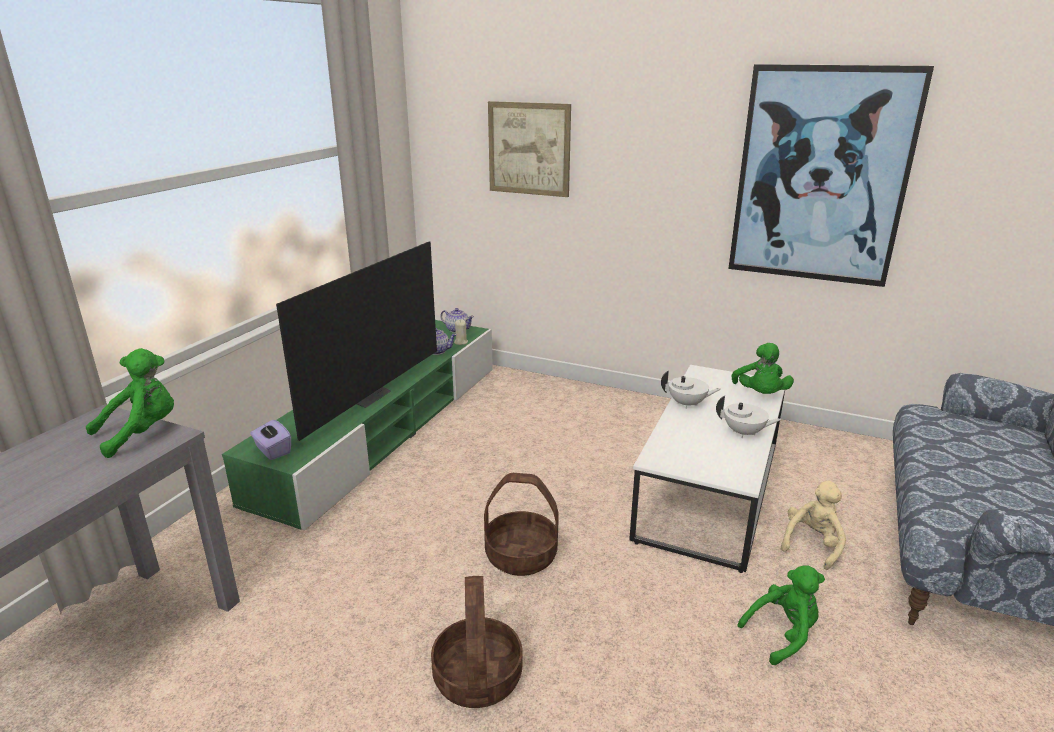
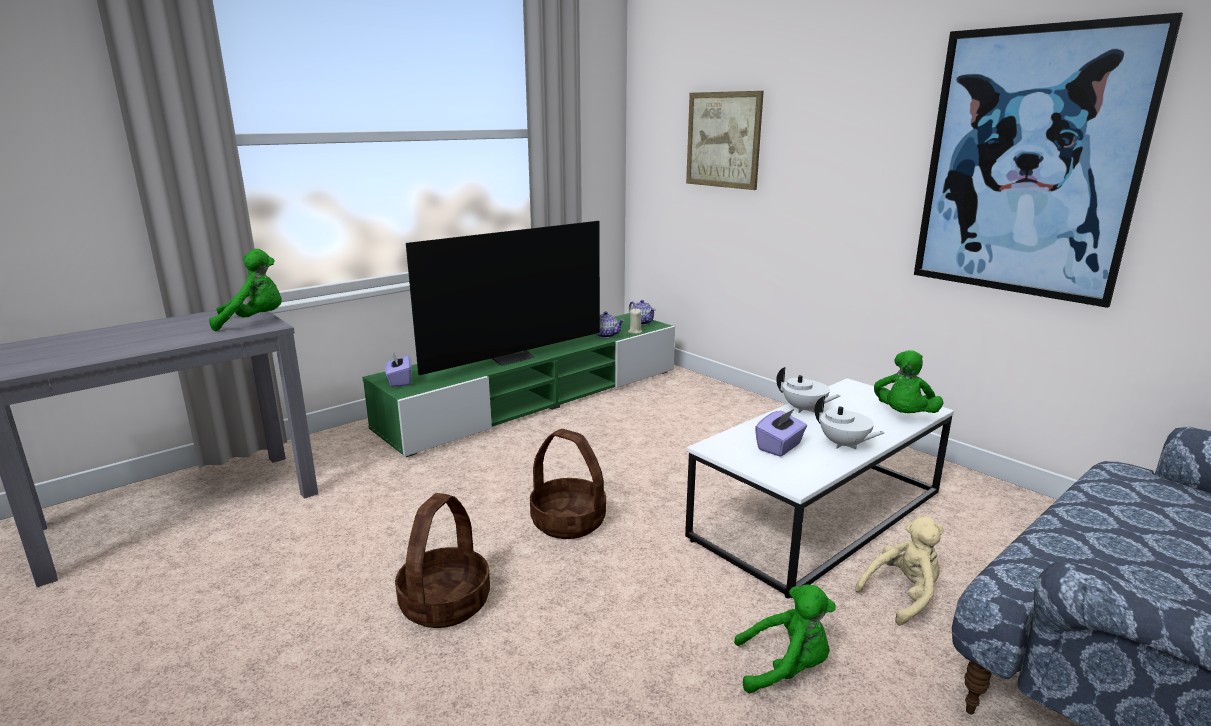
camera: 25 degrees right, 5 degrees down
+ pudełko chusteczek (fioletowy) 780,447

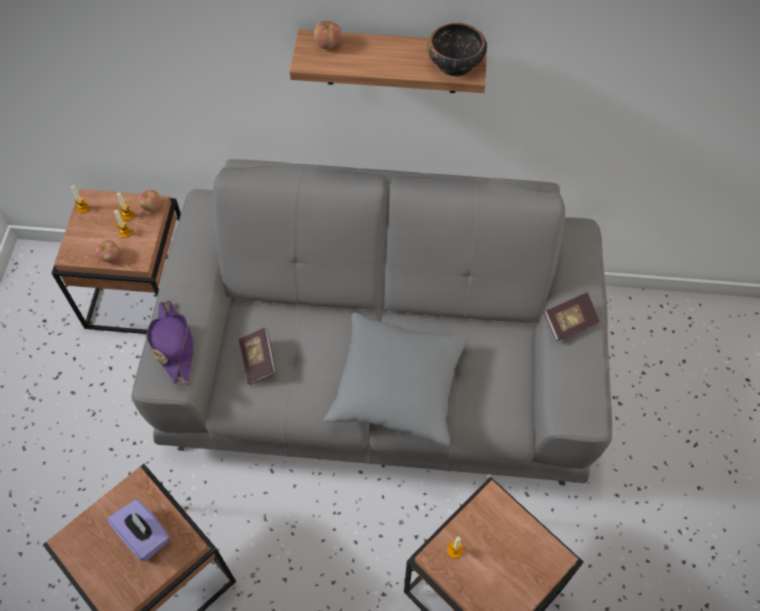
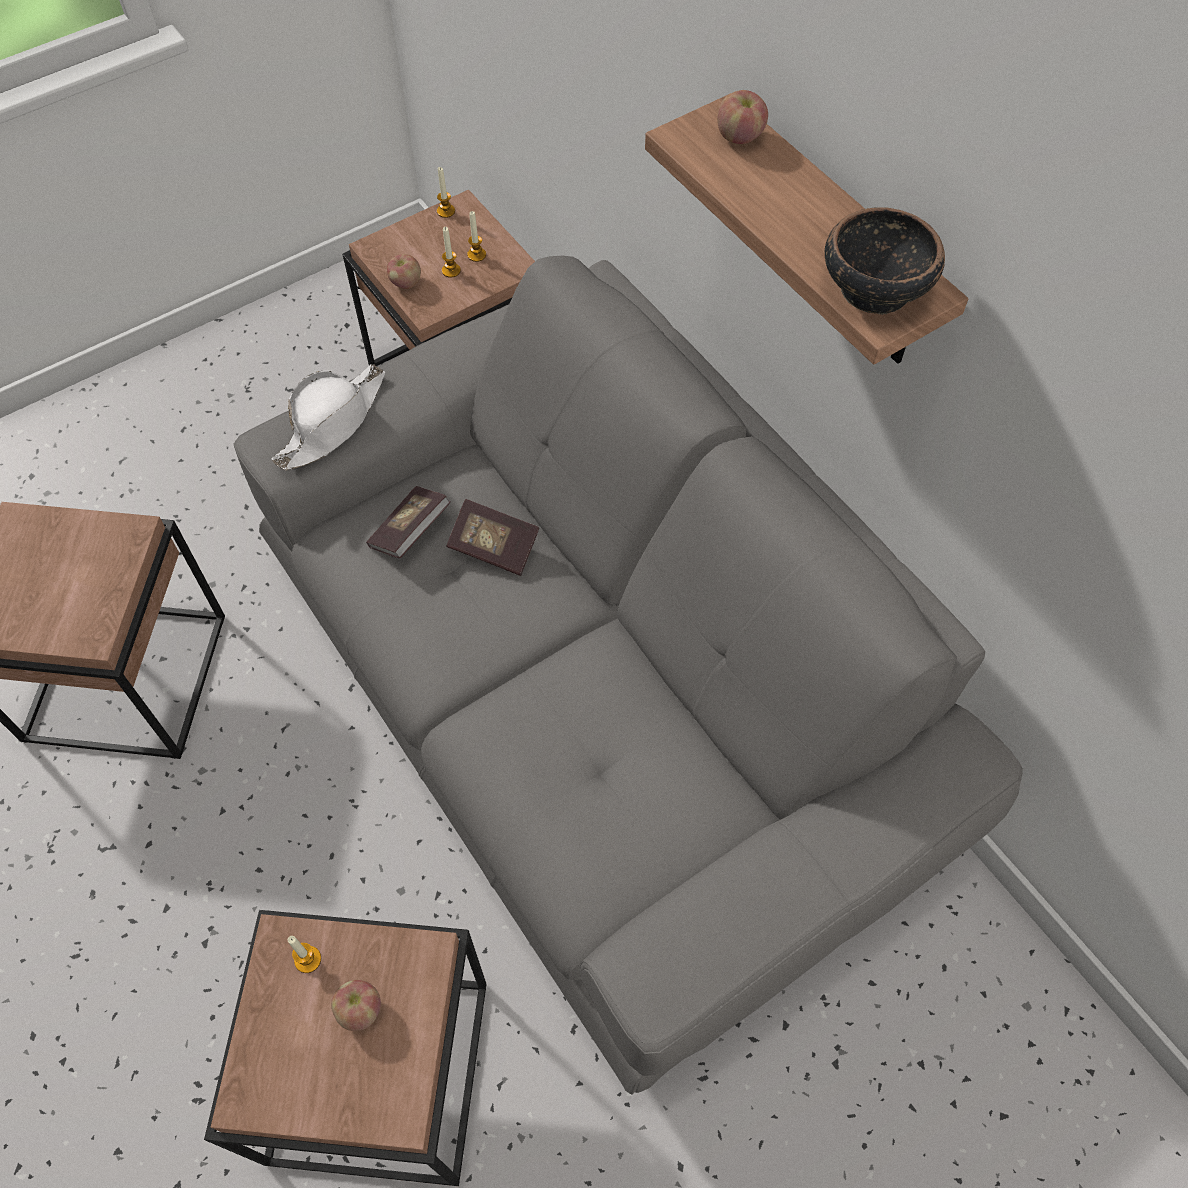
camera: 50 degrees right, 0 degrees up
~ kapelusz (fioletowy) 173,345 to kapelusz (biały) 332,423
~ jabłko 152,206 to 359,1010
~ książka 569,322 to 494,547
- pudełko chusteczek (fioletowy) 144,535
- poduszka (szary) 398,387

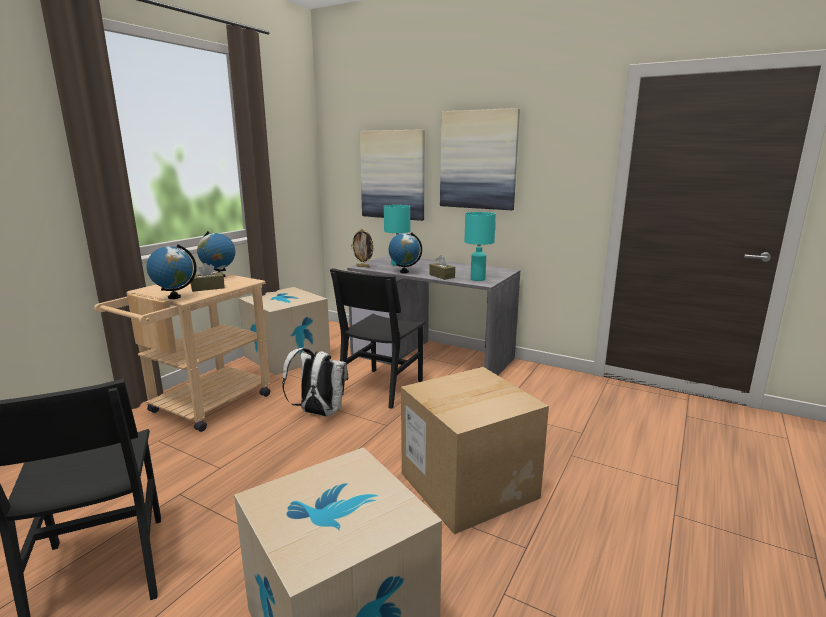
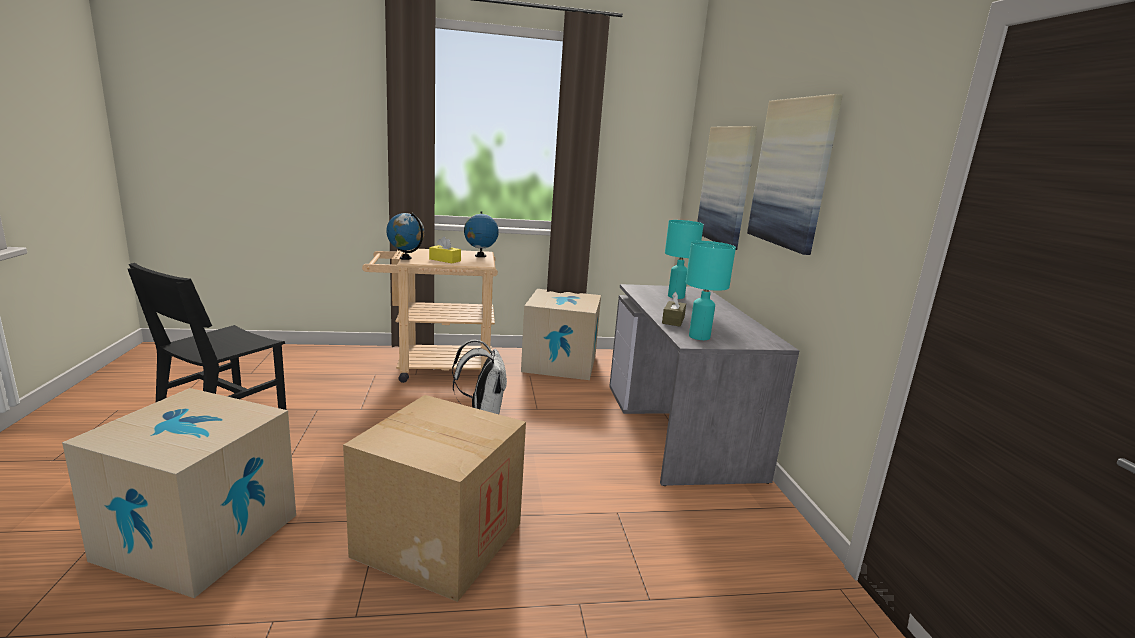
camera: 50 degrees right, 0 degrees up
~ pudełko chusteczek (brązowy) 208,288 to pudełko chusteczek (żółty) 445,260
- krzesło (czarny) 381,387
- ramka na zdjęcie 363,266
- globus 404,272

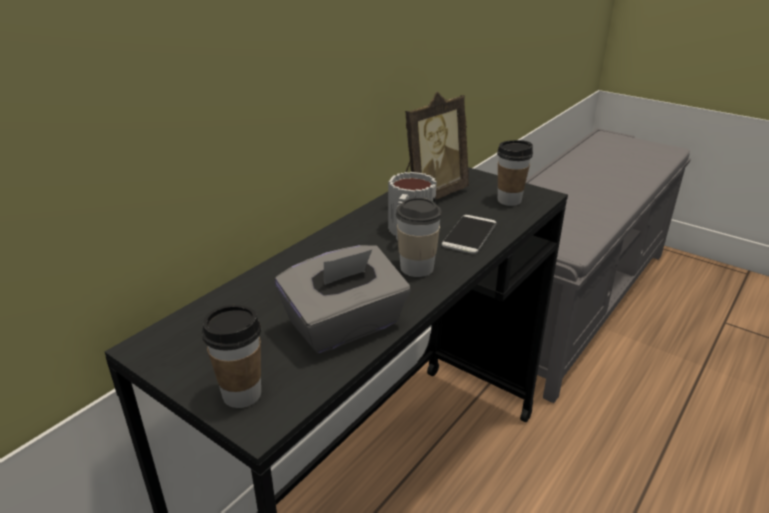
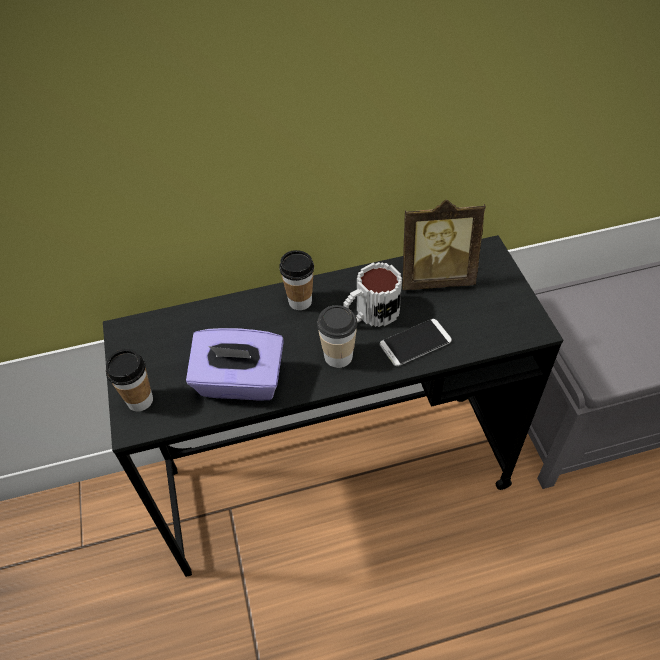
camera: 40 degrees right, 20 degrees up
~ pudełko chusteczek (szary) 345,326 to pudełko chusteczek (fioletowy) 240,383
~ filiżanka 509,200 to 300,301

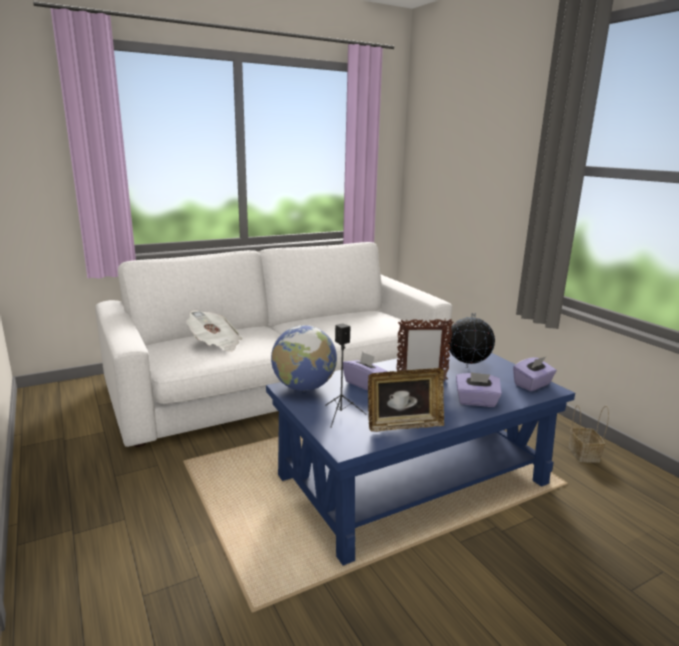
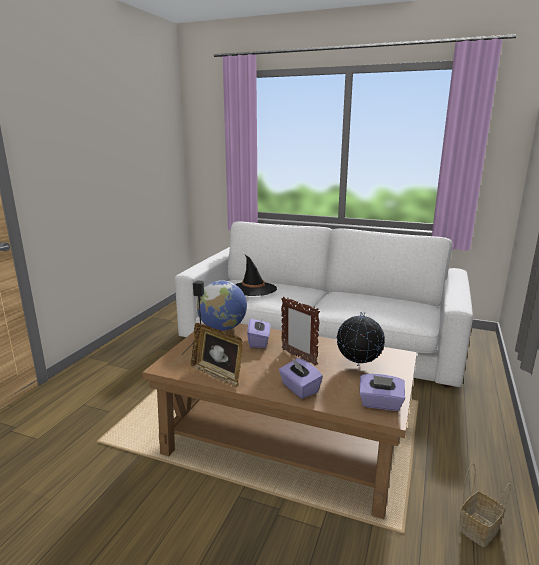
camera: 50 degrees right, 0 degrees up
~ ława (niebieski) 413,479 to ława (brązowy) 285,441
~ gazeta 215,344 to kapelusz (czarny) 253,289

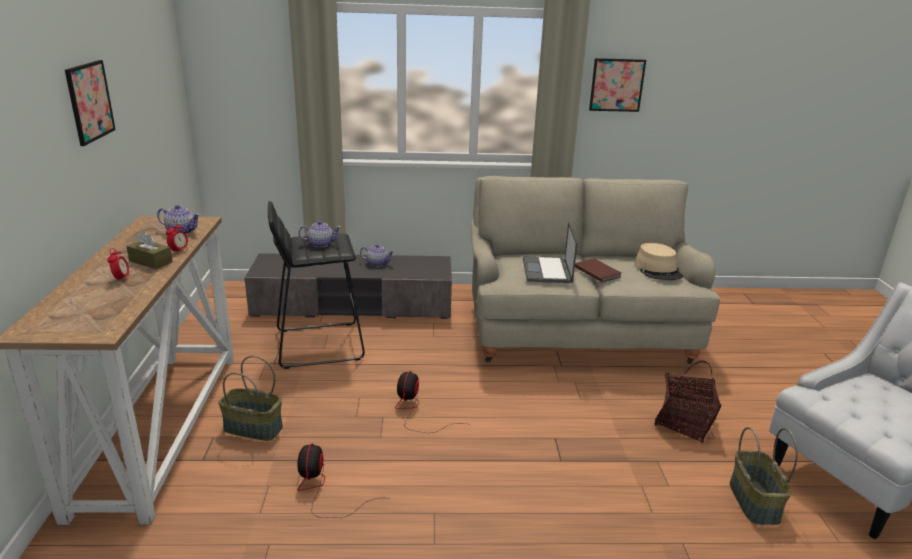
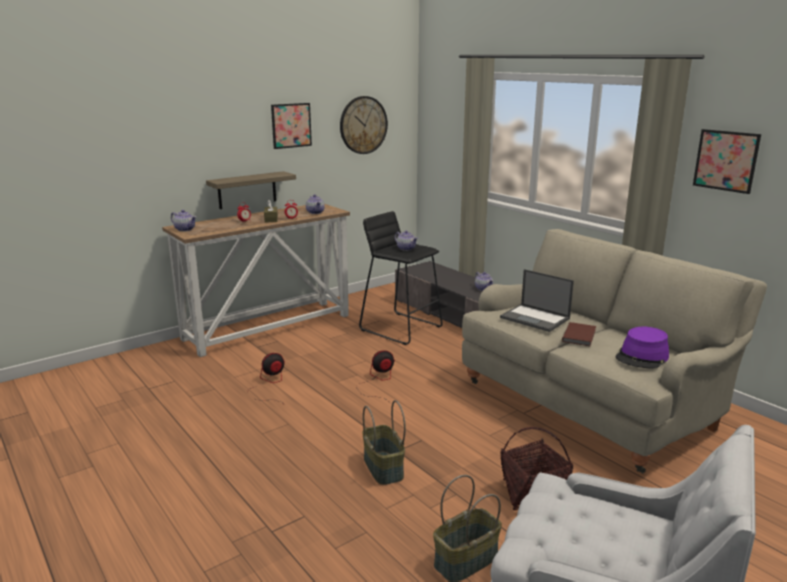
camera: 55 degrees right, 5 degrees down
+ imbryk 185,229
+ półka 247,190
+ zegar ścienny 363,125
~ koszyk 252,428 to 382,468
~ laptop 547,270 = 535,318 105 degrees counterclockwise
~ kapelusz (beżowy) 658,270 to kapelusz (fioletowy) 642,357

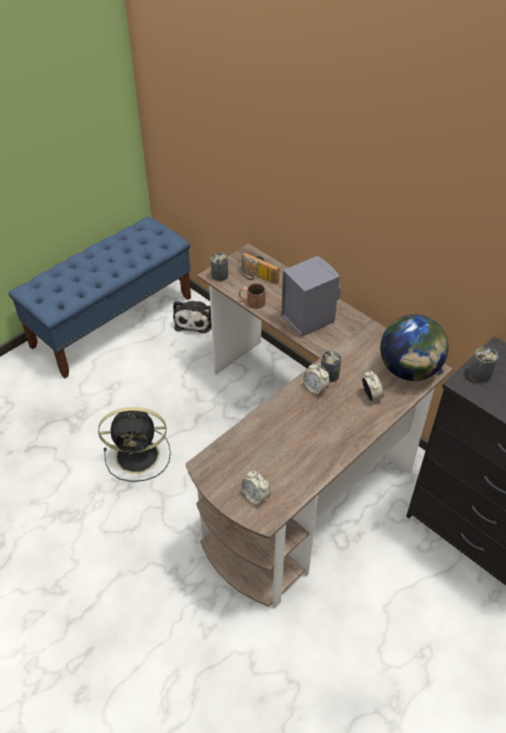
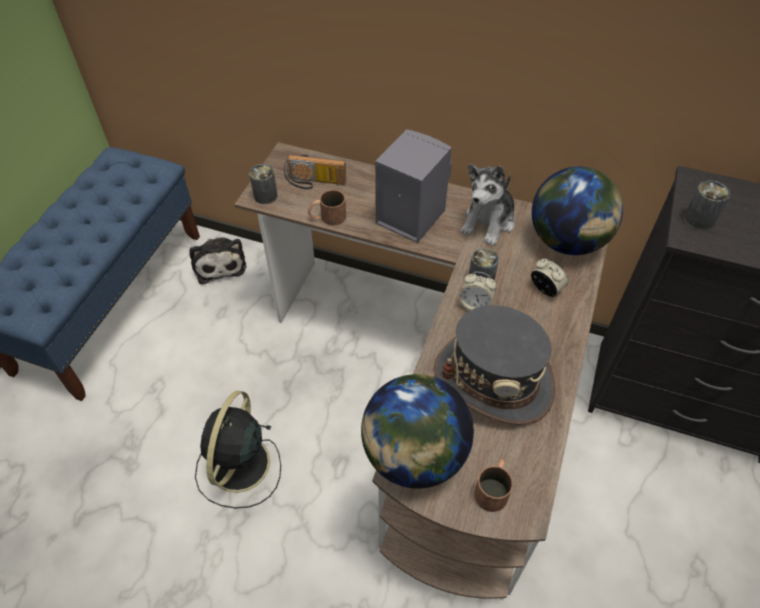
camera: 25 degrees left, 5 degrees up
~ wentylator (czarny) 139,455 = 238,466 135 degrees clockwise
+ globus 414,455
+ kapelusz (szary) 493,380
+ pluszak 488,222
~ budzik 255,496 to kubek (brązowy) 493,487

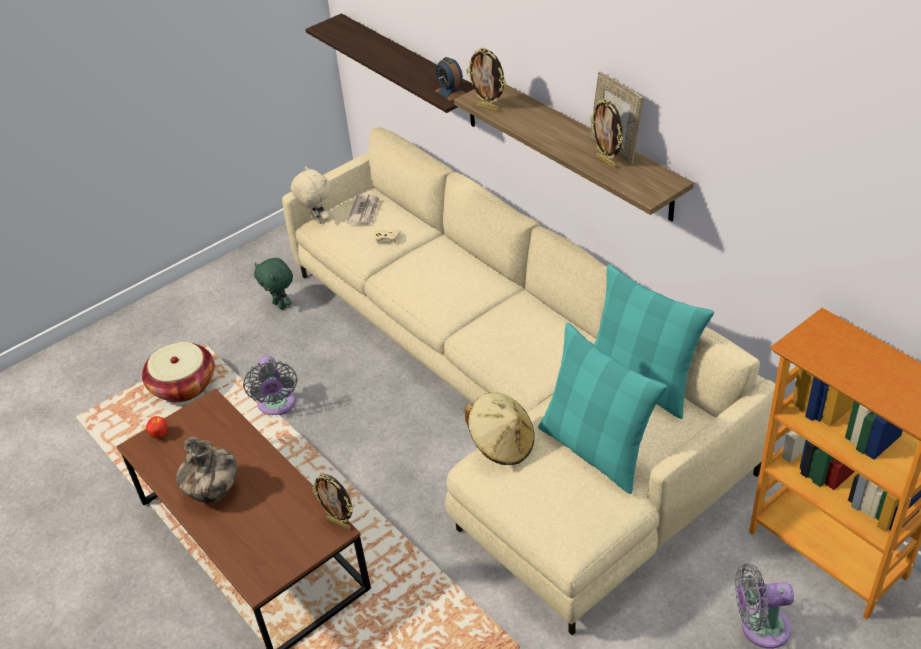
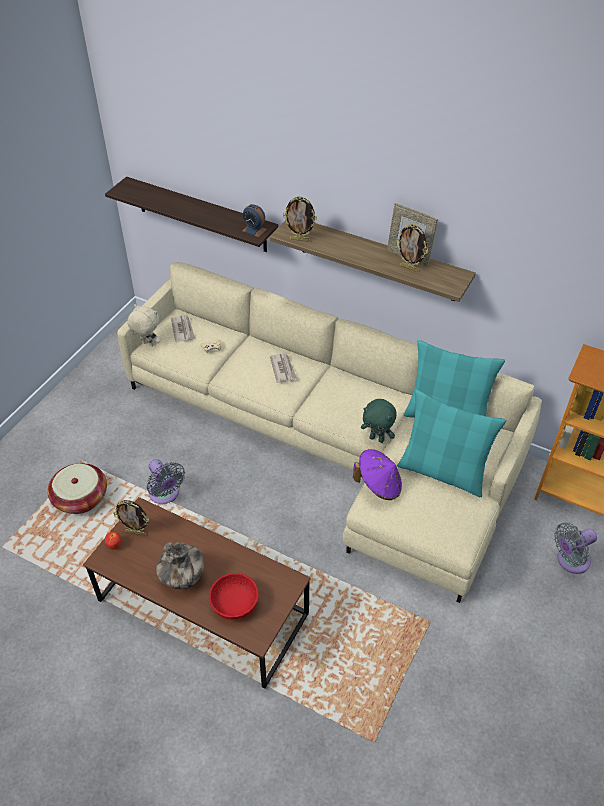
camera: 25 degrees left, 5 degrees up
~ ramka na zdjęcie 339,523 to 136,532
+ miska (czerwony) 234,603
+ gazeta 283,369
~ kapelusz (beżowy) 502,444 to kapelusz (fioletowy) 378,485
~ pluszak (zielony) 280,305 to 377,438

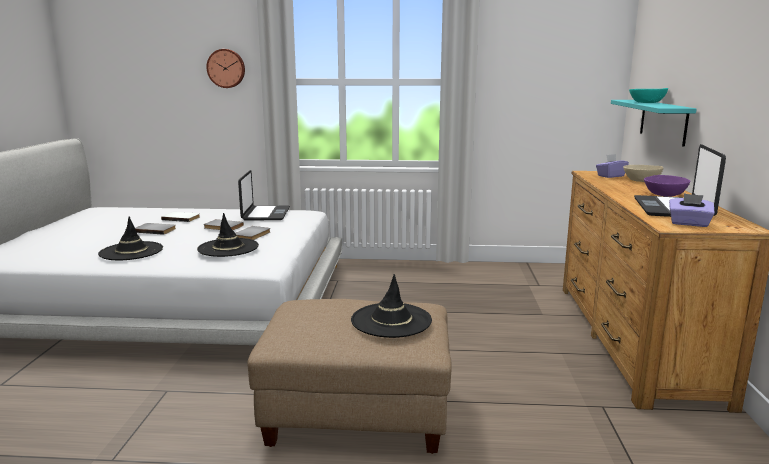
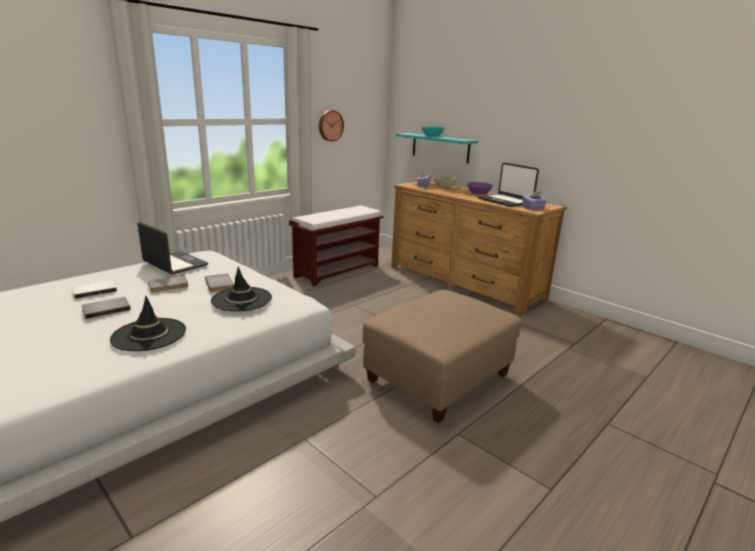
camera: 50 degrees left, 5 degrees up
+ ławka (brązowy) 338,271
~ zegar ścienny 226,68 to 330,125
- kapelusz (czarny) 391,320

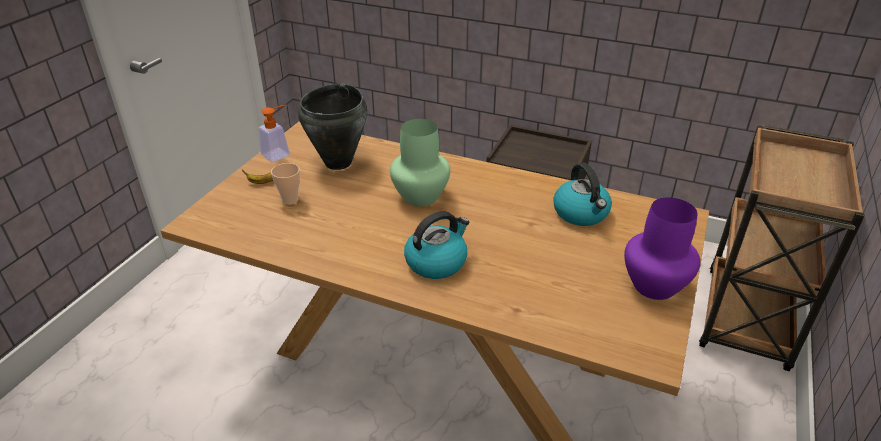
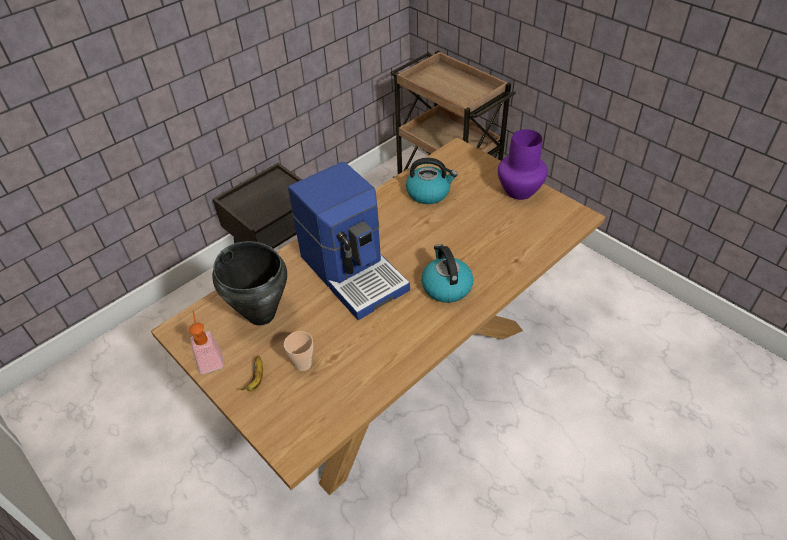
camera: 65 degrees left, 10 degrees up
~ wazon (zielony) 421,196 to ekspres do kawy 354,271

